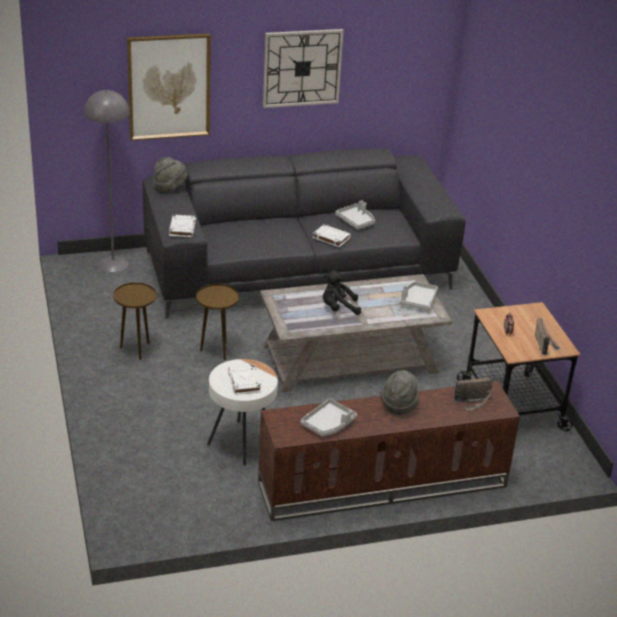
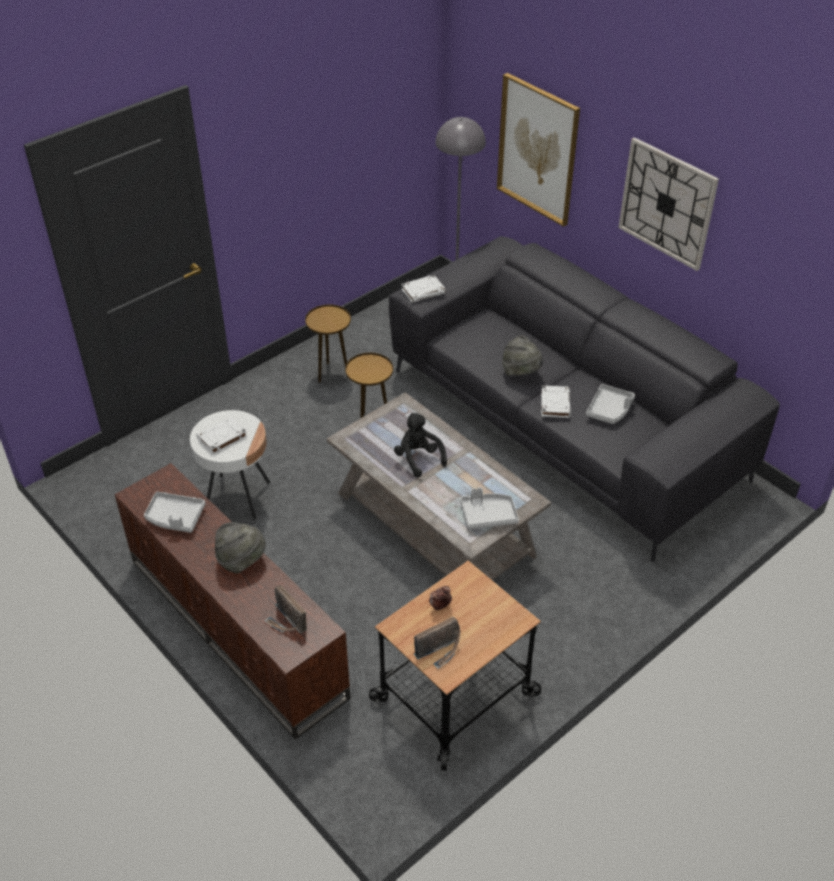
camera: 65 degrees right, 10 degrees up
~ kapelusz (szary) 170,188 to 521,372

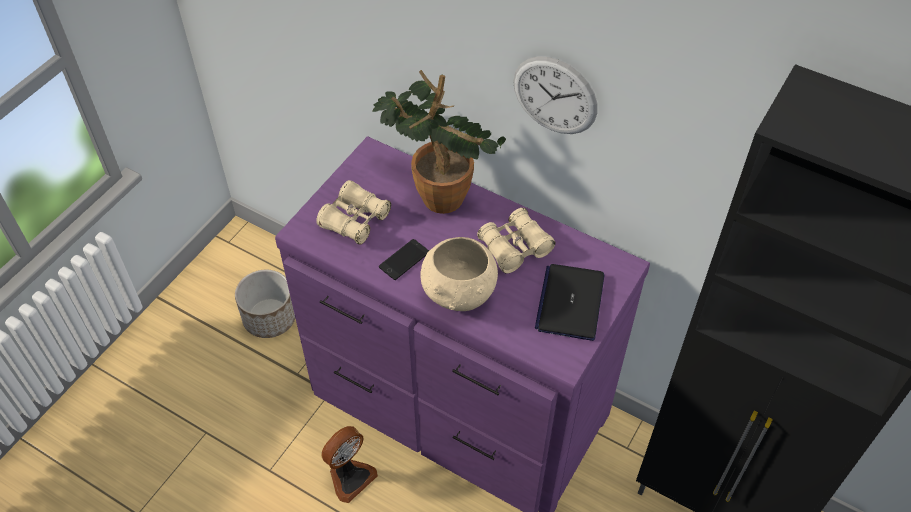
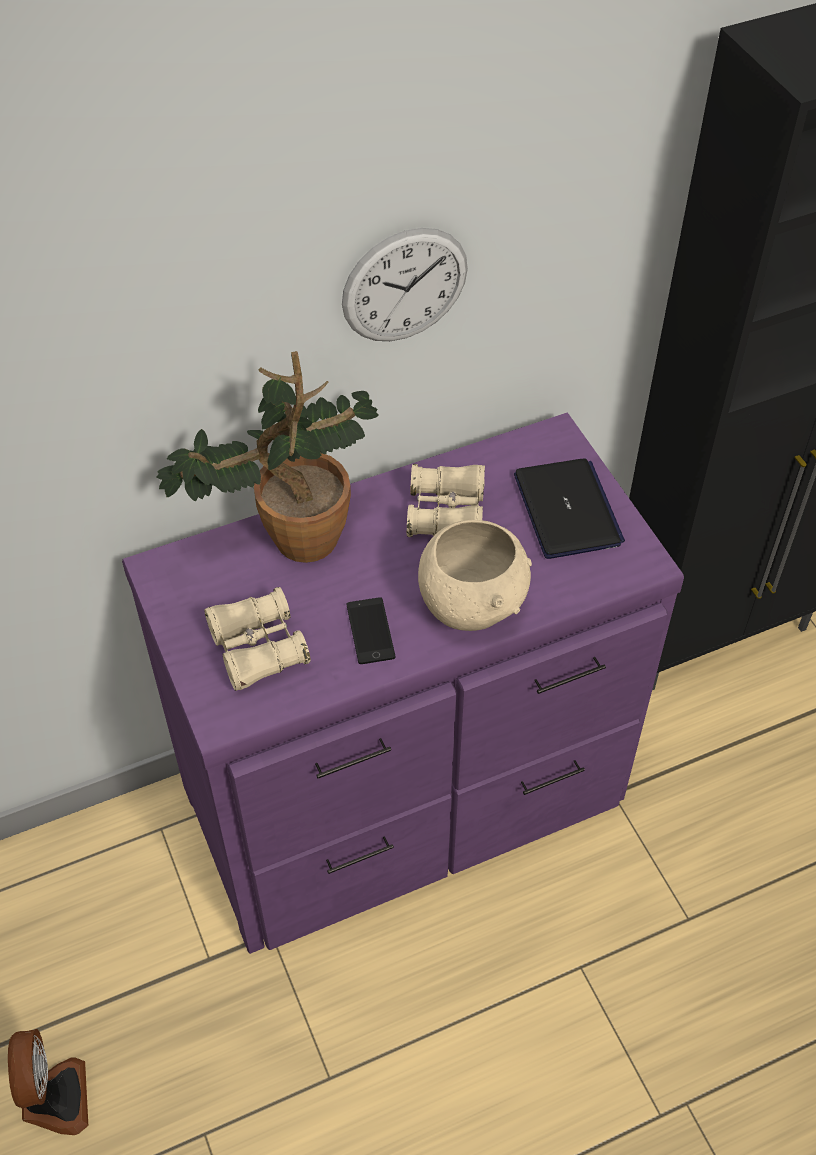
camera: 55 degrees left, 0 degrees up
~ wentylator 349,476 to 54,1099
~ laptop 570,302 = 567,510 150 degrees counterclockwise
- donica 270,317

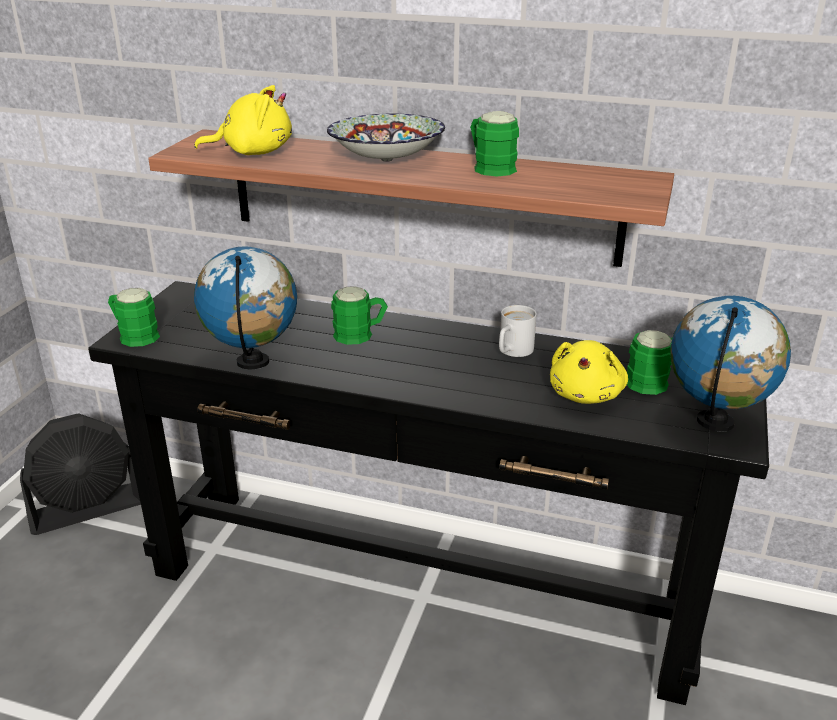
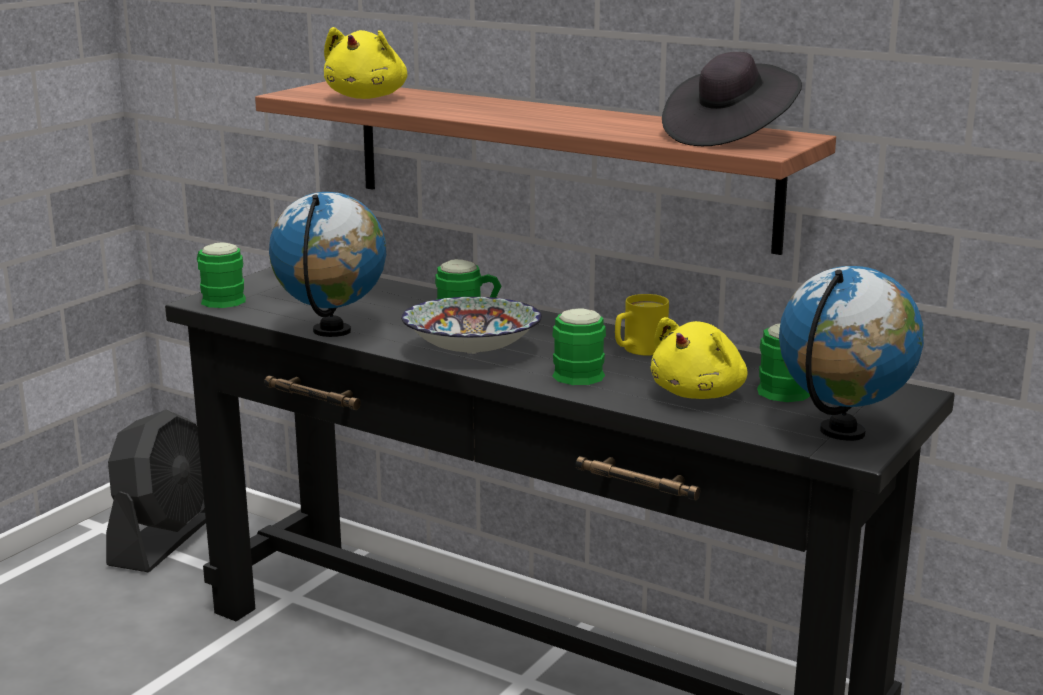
camera: 15 degrees right, 10 degrees down
~ wentylator (czarny) 88,509 = 164,539 60 degrees counterclockwise
~ pluszak (żółty) 253,152 = 367,97 90 degrees clockwise
~ miska 386,159 to 472,352
~ kubek (zielony) 489,167 to 574,372
~ kubek (biały) 512,352 to kubek (żółty) 638,350
+ kapelusz (czarny) 728,136

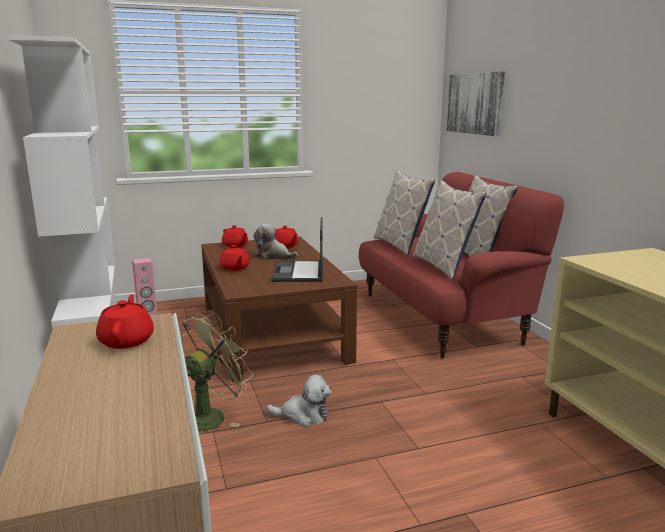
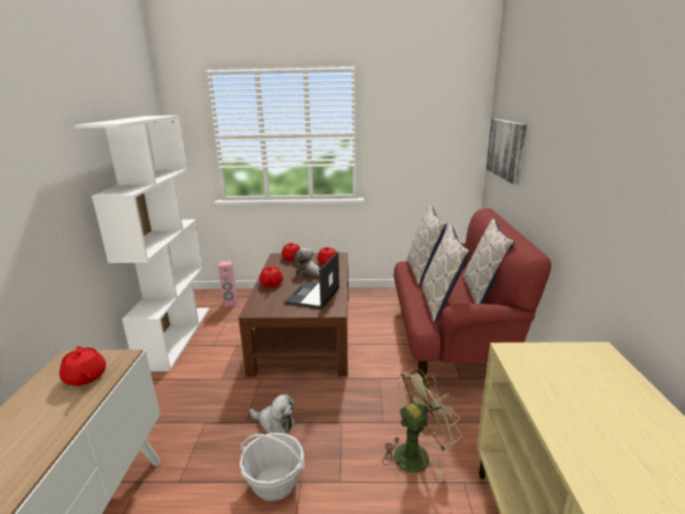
camera: 20 degrees right, 5 degrees up
~ imbryk (czerwony) 127,340 = 85,377 135 degrees clockwise
+ koszyk 274,482
~ wentylator (zielony) 210,415 to 417,453

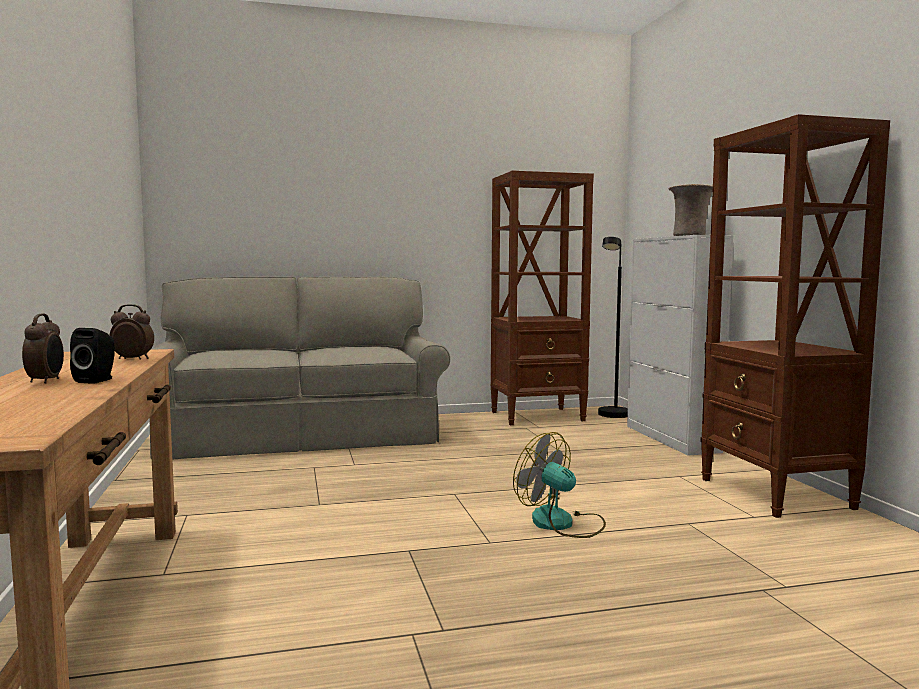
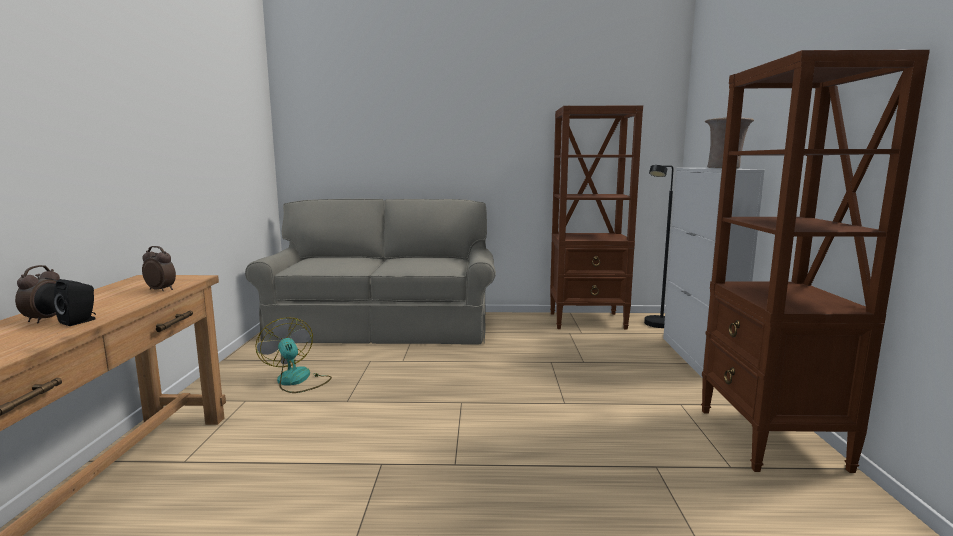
camera: 15 degrees right, 5 degrees up
~ wentylator 562,523 to 297,381

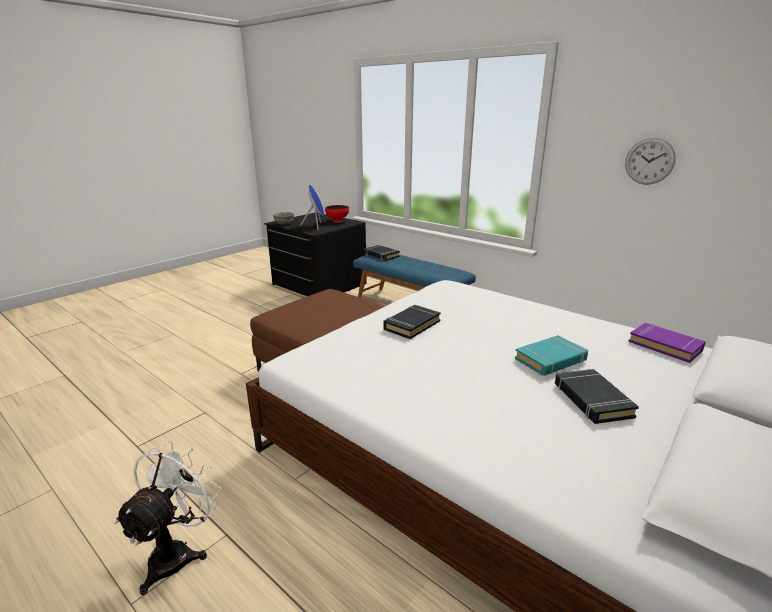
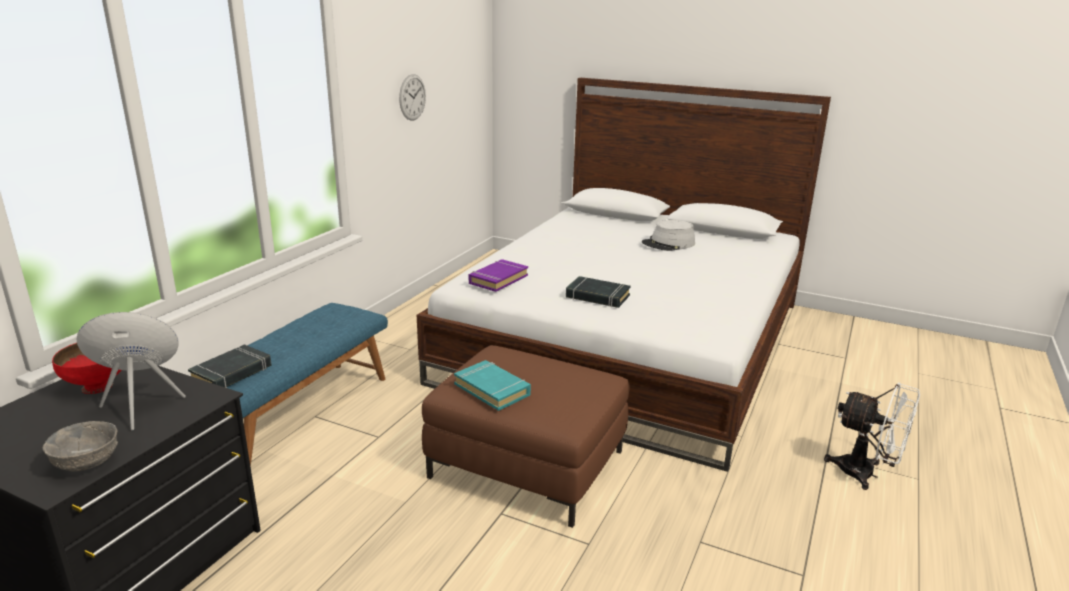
camera: 105 degrees left, 0 degrees up
~ książka (turkusowy) 551,360 to 492,389
~ książka (fioletowy) 665,346 to 498,279
~ książka (czarny) 592,400 to kapelusz (szary) 668,244
~ wentylator (biały) 178,552 = 866,474 150 degrees counterclockwise

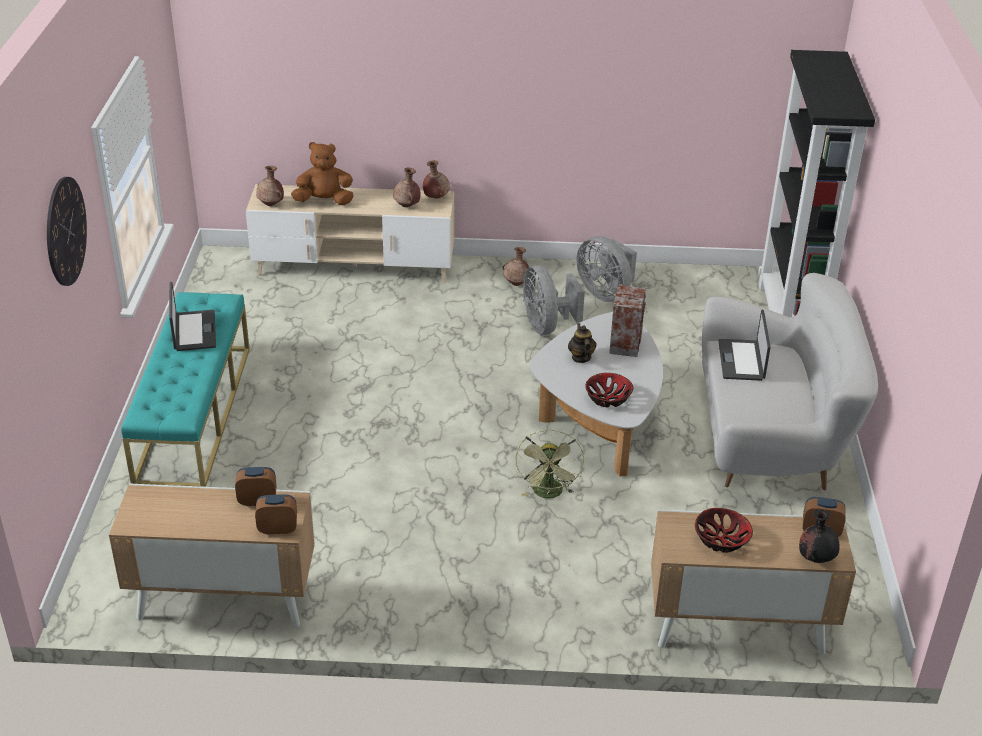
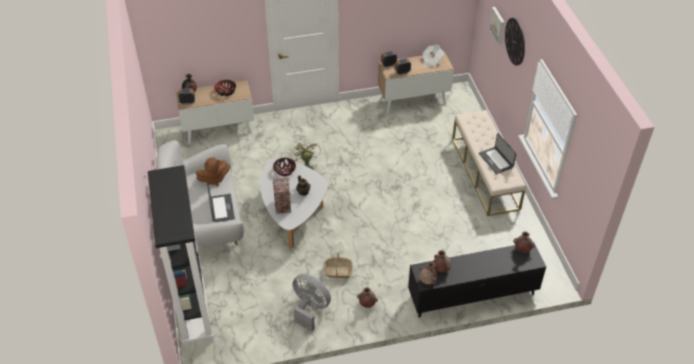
camera: 165 degrees right, 10 degrees up
~ pluszak (brązowy) 324,201 to 214,179
~ wentylator (szary) 546,326 to koszyk 337,271
~ szafka pod telewizor (beżowy) 354,266 to szafka pod telewizor (czarny) 472,294
+ gazeta 431,61
~ ławka (turkusowy) 194,413 to ławka (beżowy) 485,173
+ obraz 498,25

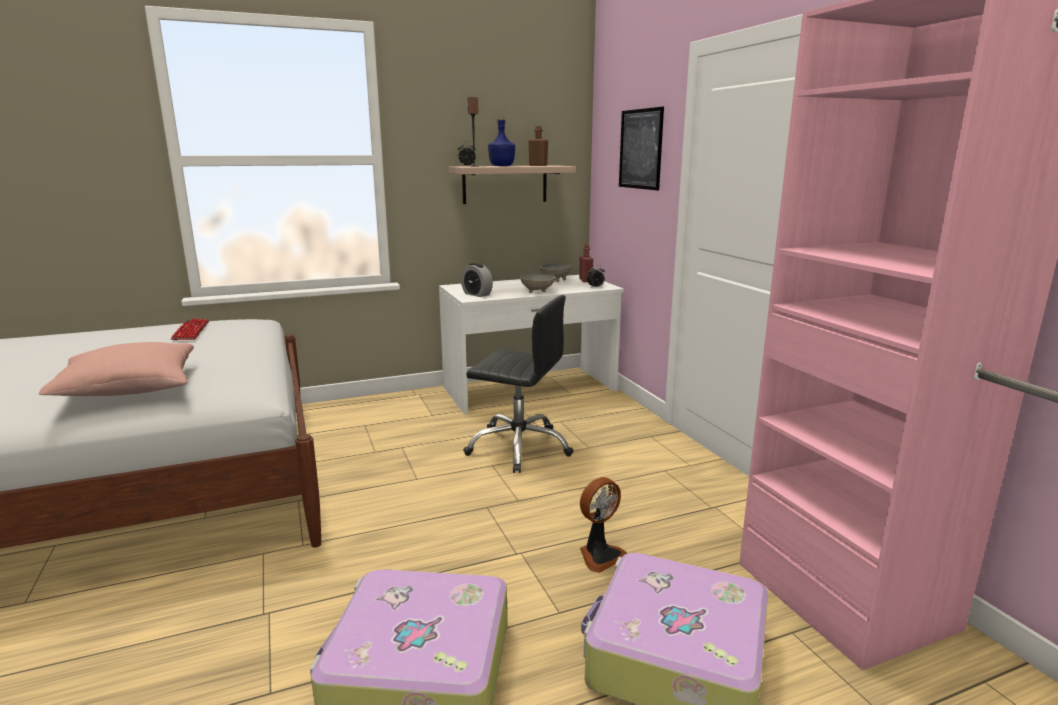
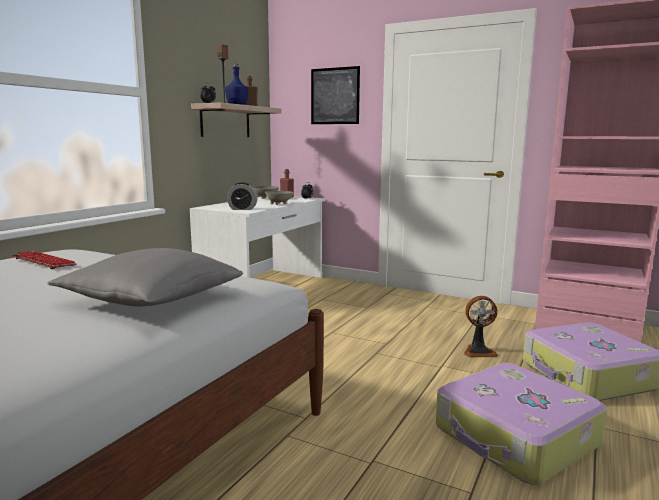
camera: 40 degrees left, 5 degrees down
~ poduszka (różowy) 129,389 to poduszka (szary) 152,299
~ wentylator 600,555 = 478,351 75 degrees clockwise
- krzesło biurowe (czarny) 519,447

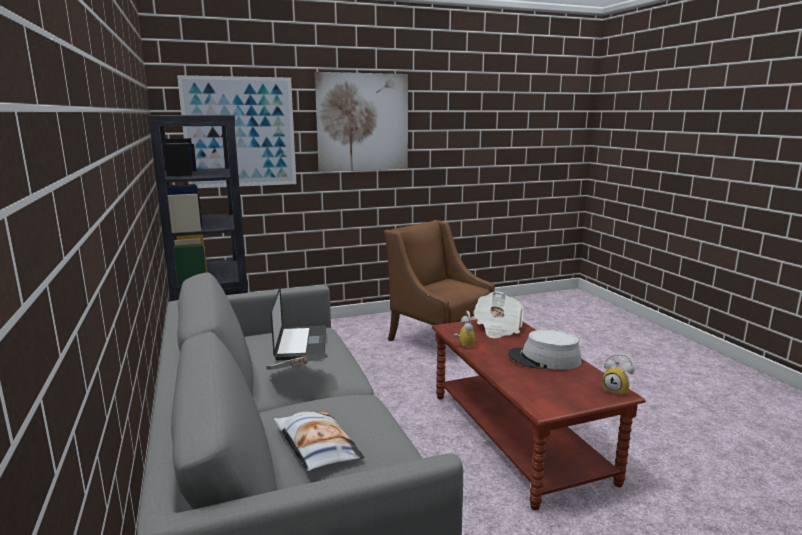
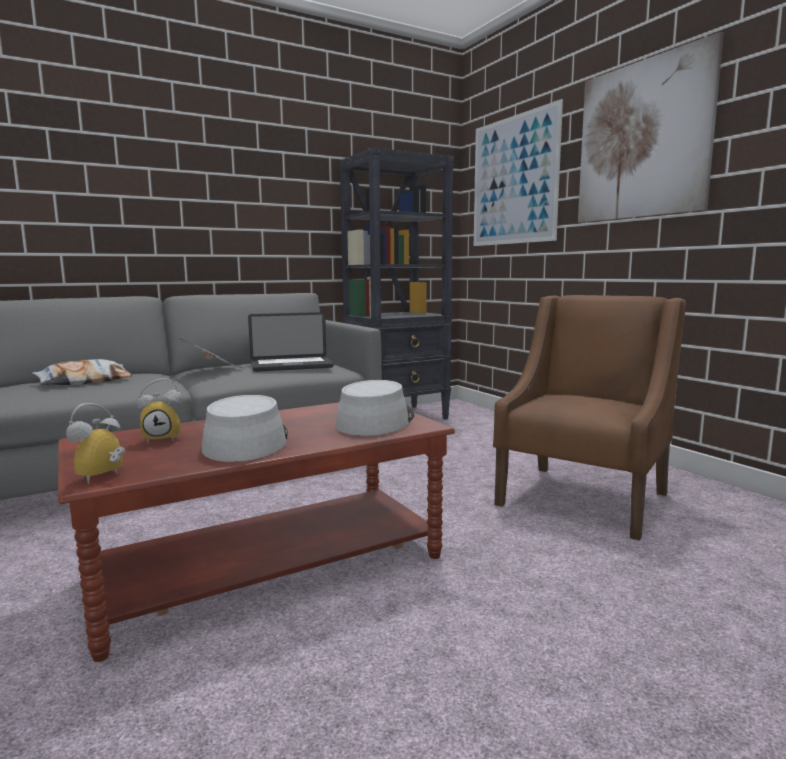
camera: 80 degrees right, 5 degrees down
~ budzik 463,345 to 163,438
~ gazeta 497,328 to kapelusz (szary) 375,421

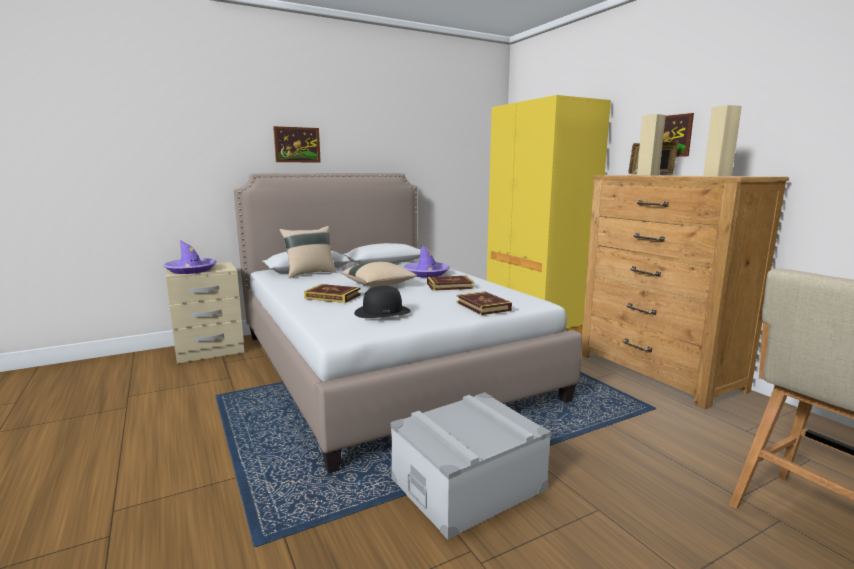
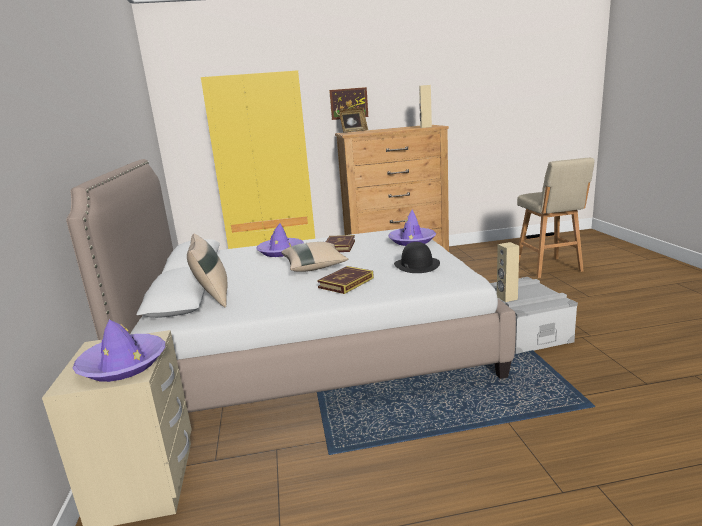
camera: 70 degrees left, 5 degrees up
~ książka 483,306 to kapelusz (fioletowy) 412,241
~ głośnik (beżowy) 647,175 to 506,298
- obraz 297,144

